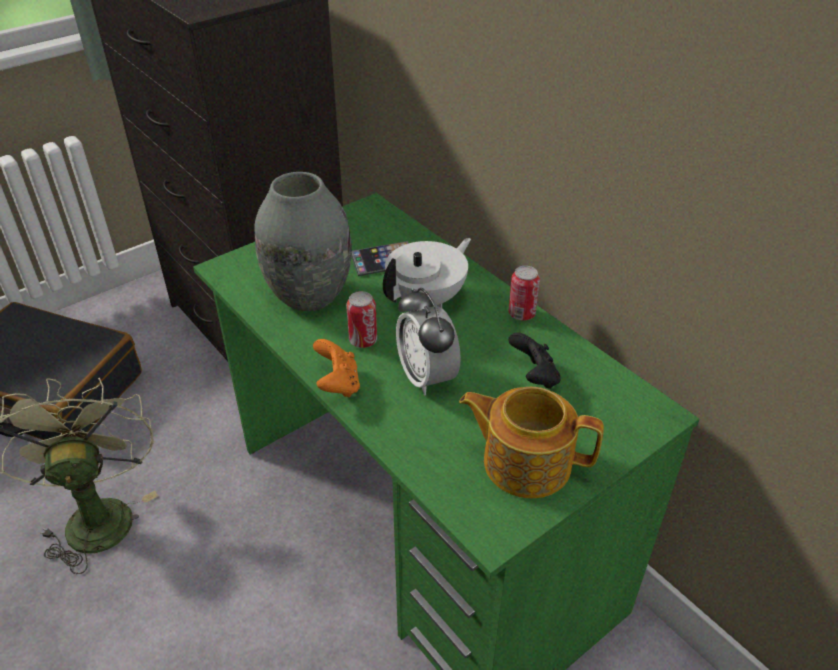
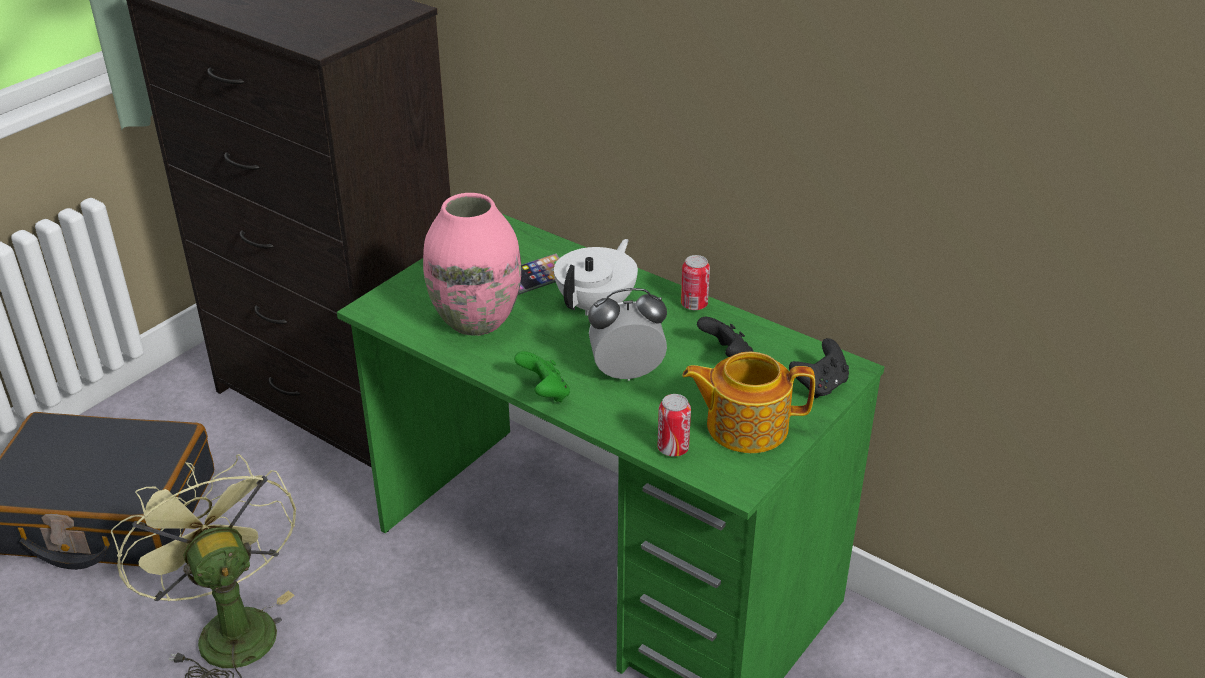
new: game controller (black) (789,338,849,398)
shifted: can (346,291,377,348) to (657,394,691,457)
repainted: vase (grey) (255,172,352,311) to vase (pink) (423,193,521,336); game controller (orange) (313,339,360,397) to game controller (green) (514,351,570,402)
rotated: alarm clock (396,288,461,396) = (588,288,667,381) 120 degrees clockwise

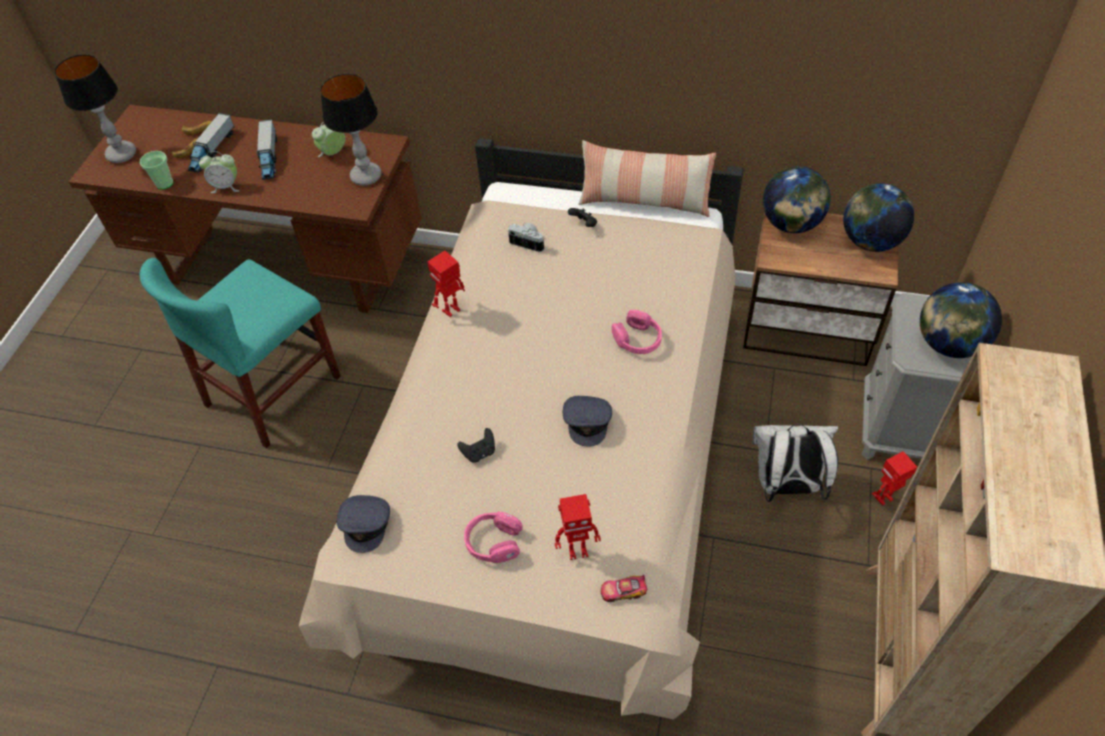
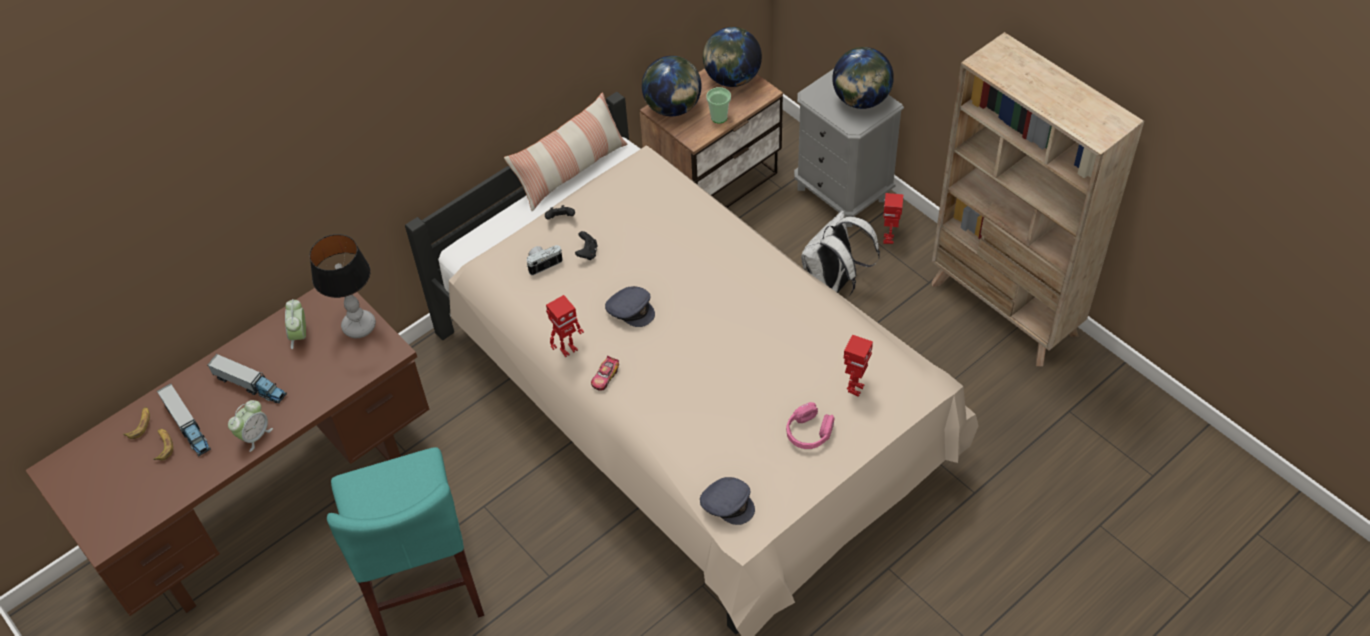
gone: table lamp (55,54,136,163); headphones (pink) (612,310,662,354)
shifted: cup (140,151,173,190) to (706,87,731,123); game controller (black) (457,428,495,463) to (575,231,597,260); cap (grey) (562,396,612,446) to (605,286,655,327); toy car (601,575,647,602) to (591,356,619,391)
rotated: toy robot (427,251,465,317) = (546,295,584,358) 120 degrees counterclockwise

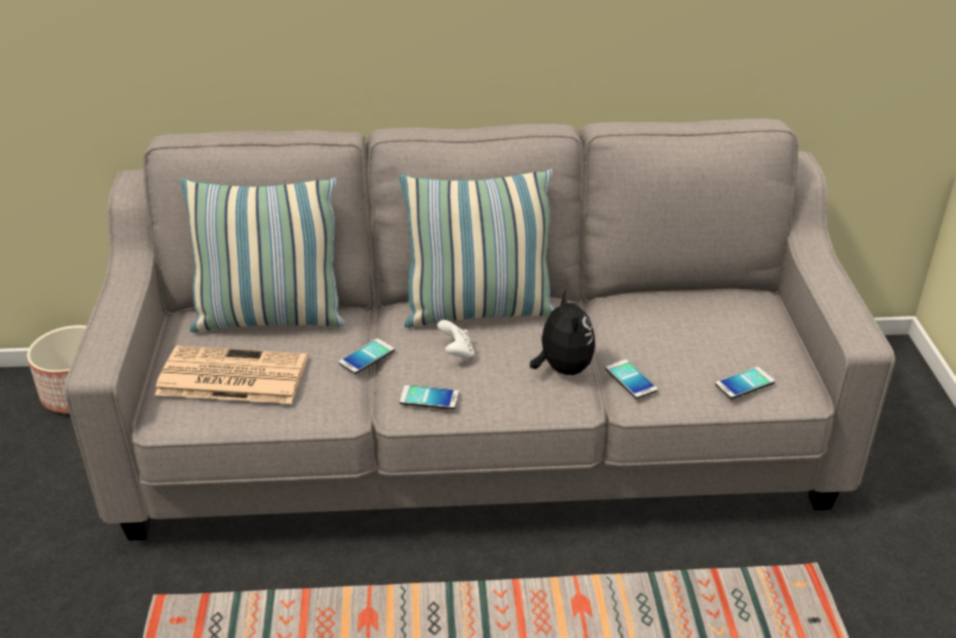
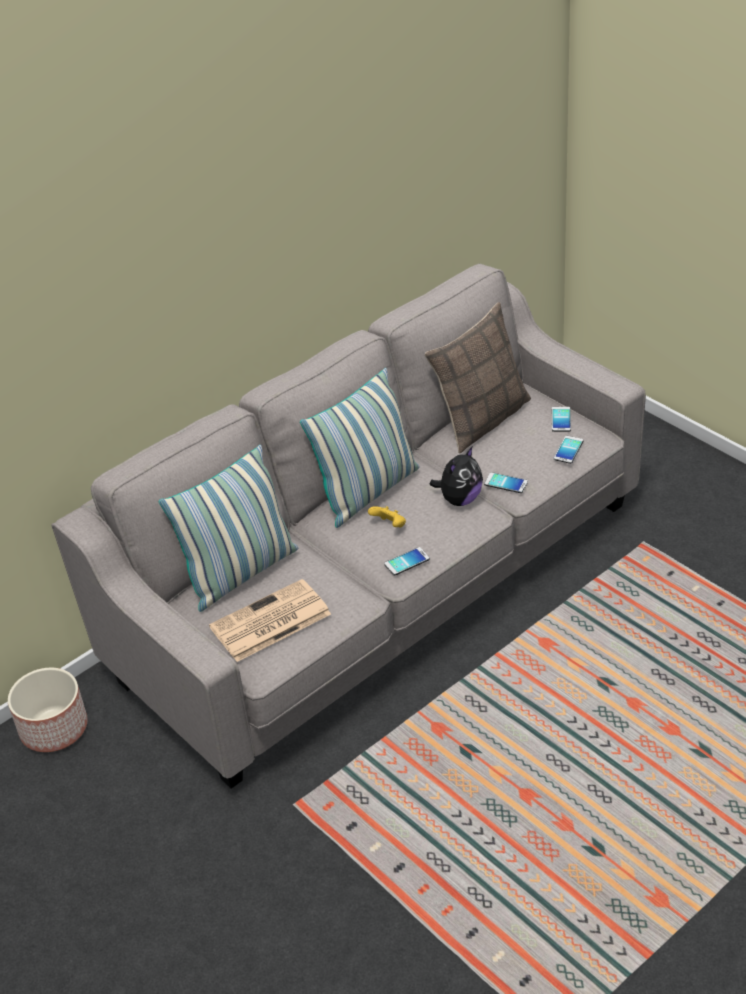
new: pillow (425,302,531,453)
shifted: phone (339,338,395,374) to (552,407,571,432)
repainted: game controller (white) (437,320,474,361) to game controller (yellow) (368,506,406,528)
rotated: plush toy (530,290,595,375) = (430,447,483,506) 90 degrees clockwise

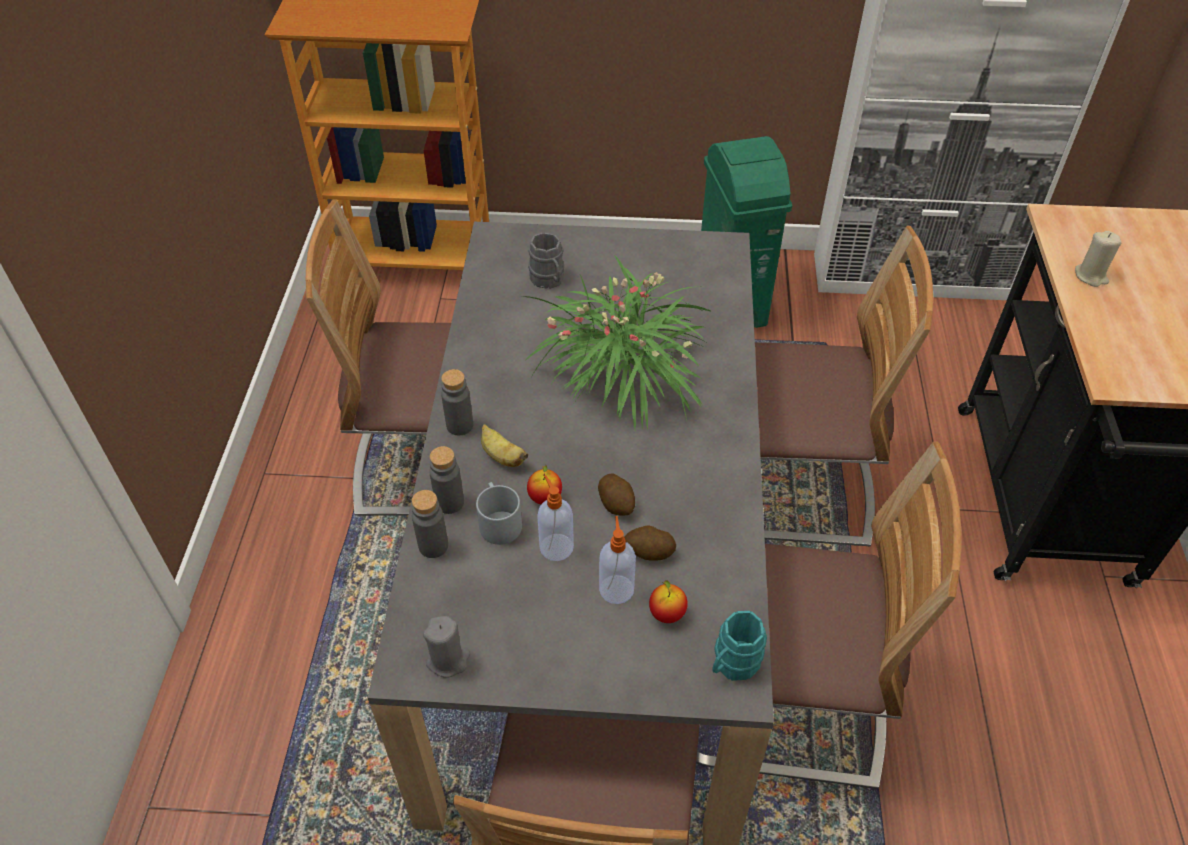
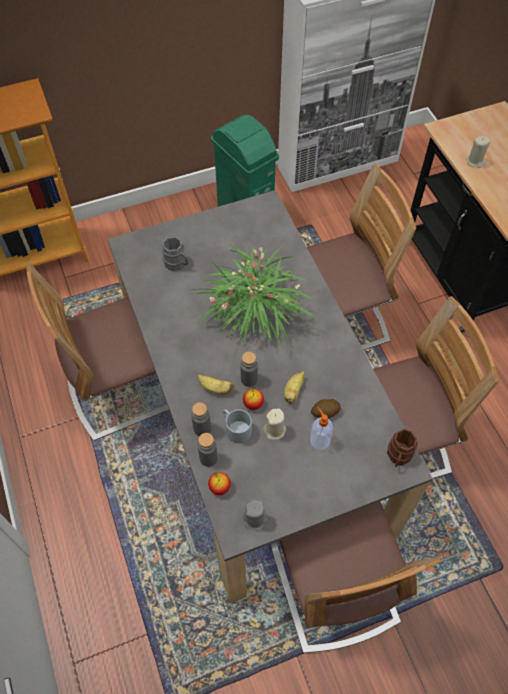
shifted: bottle (grey) (441,369,473,436) to (240,352,258,387); apple (649,580,688,623) to (208,472,231,495)
swapped: soap dispenser (537,475,574,561) to candle (beige) (263,408,286,440); potato (598,473,635,515) to banana (284,371,305,403)
repainted: mug (turquoise) (712,611,767,681) to mug (brown) (387,429,418,467)

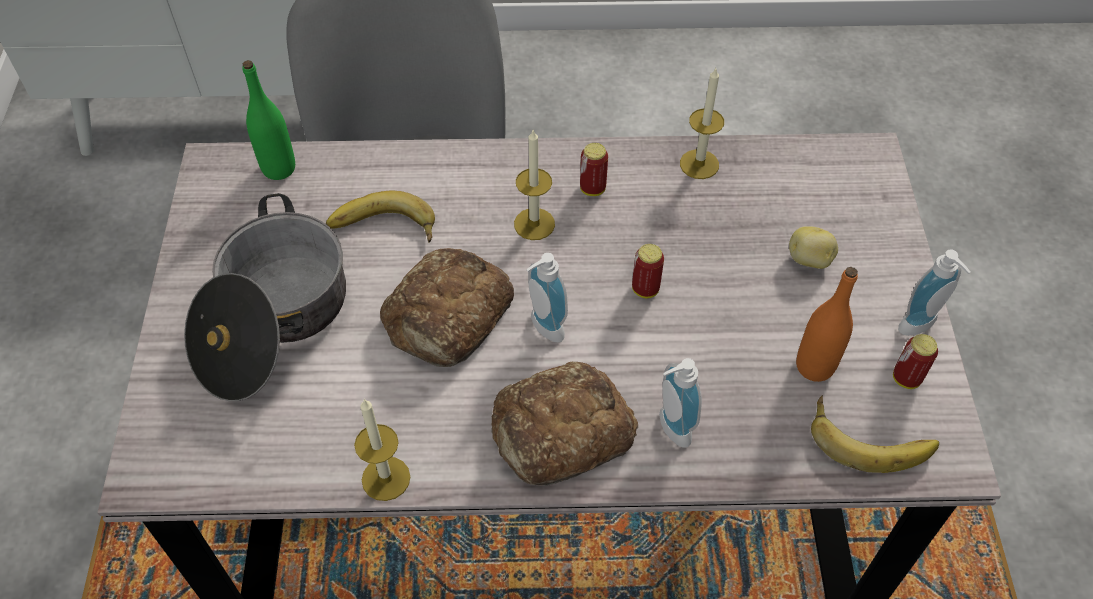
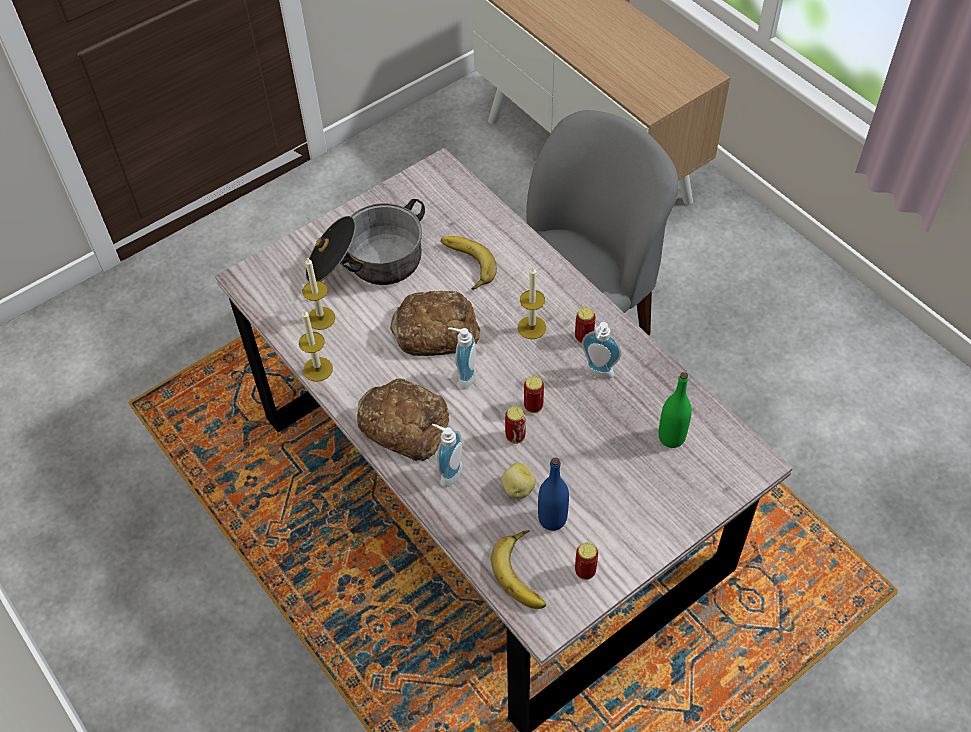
new: can (505,406,526,444)
shifted: bottle (green) (243,60,295,180) to (658,372,692,448); candle (680,68,724,179) to (302,257,335,330); potato (789,227,838,269) to (501,463,536,498); soap dispenser (898,250,970,336) to (582,322,621,379)
repainted: bottle (orange) (796,267,858,382) to bottle (blue) (538,457,569,531)

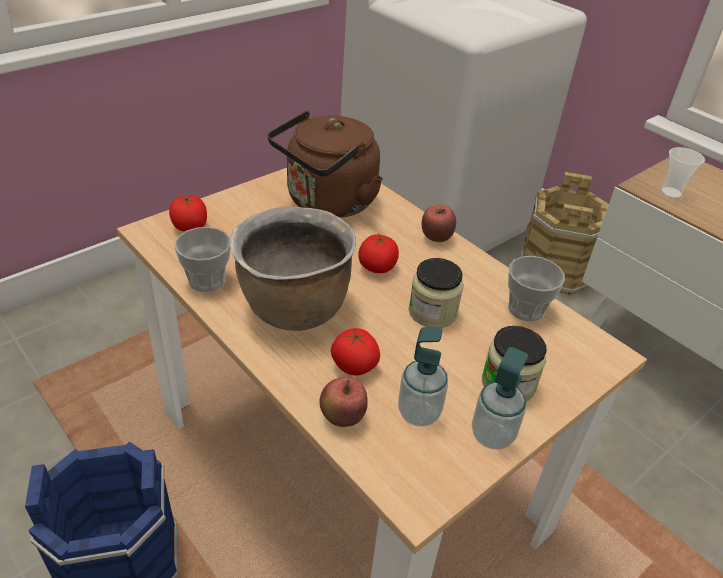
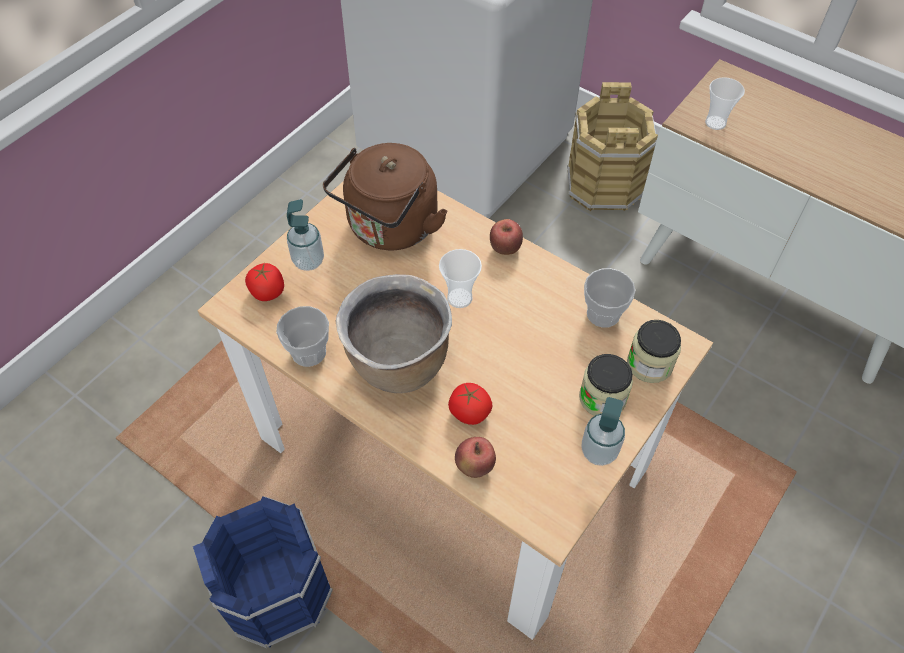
shifted: soap dispenser (398,327,448,427) to (287,199,324,271); jar (409,258,463,328) to (627,320,681,383)
swapped: tomato (358,234,399,273) to cup (439,249,482,308)

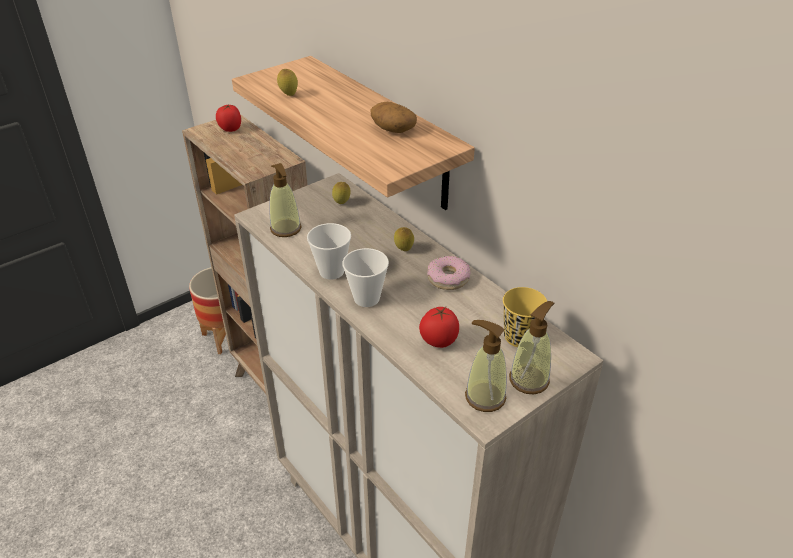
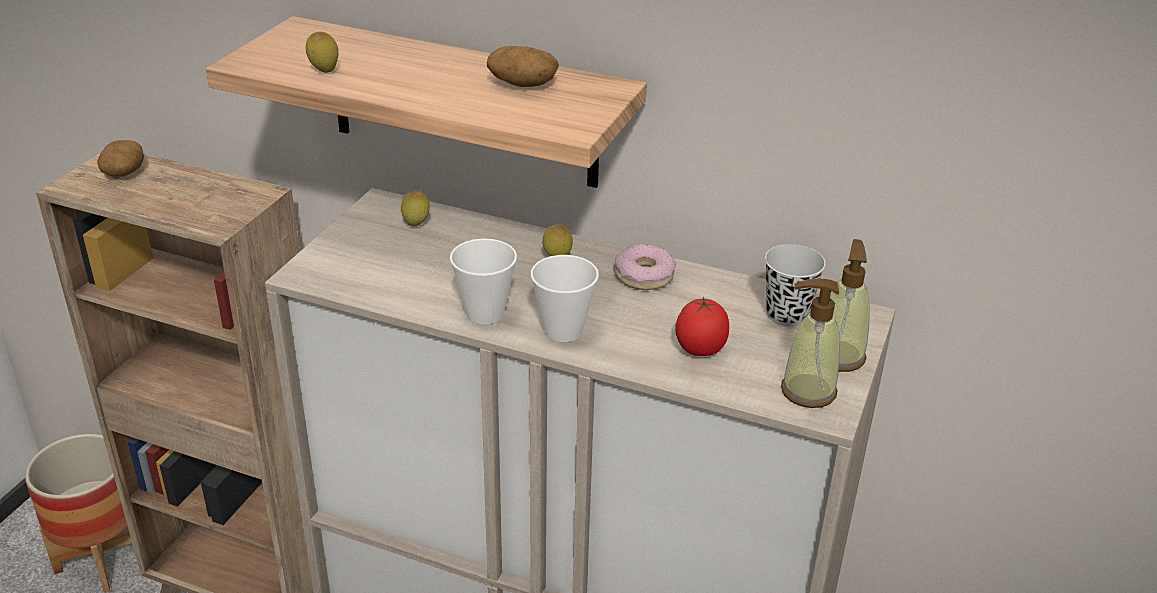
gone: soap dispenser (269,163,302,237)
swapped: tomato (216,104,241,132) to potato (98,140,144,177)
repainted: cup (yellow) (503,287,547,347) to cup (black) (765,244,826,327)

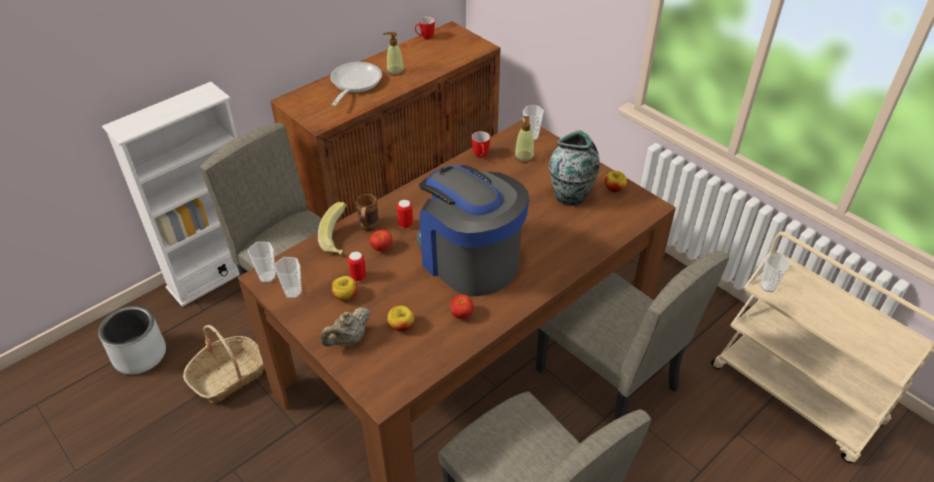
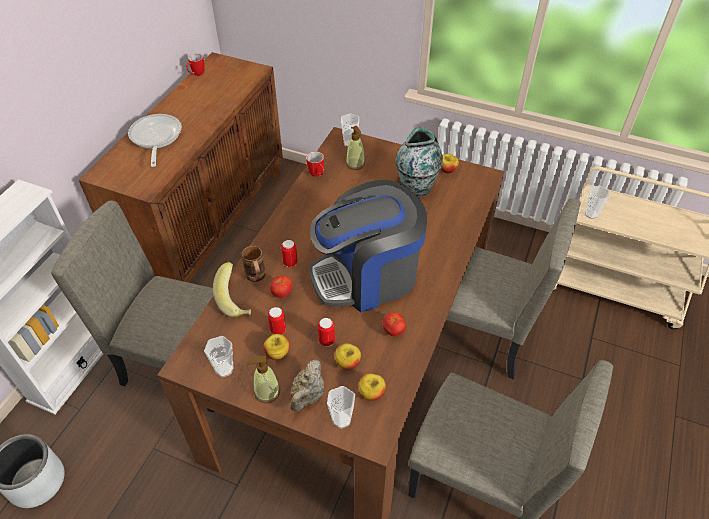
gone: basket (183,325,264,404)
new: can (318,318,335,346); apple (358,373,386,400)
shifted: cup (247,242,276,283) to (327,386,355,429); soap dispenser (383,32,404,76) to (246,356,280,403)
rotated: coffee machine (416,165,529,297) = (309,180,427,313) 45 degrees counterclockwise

